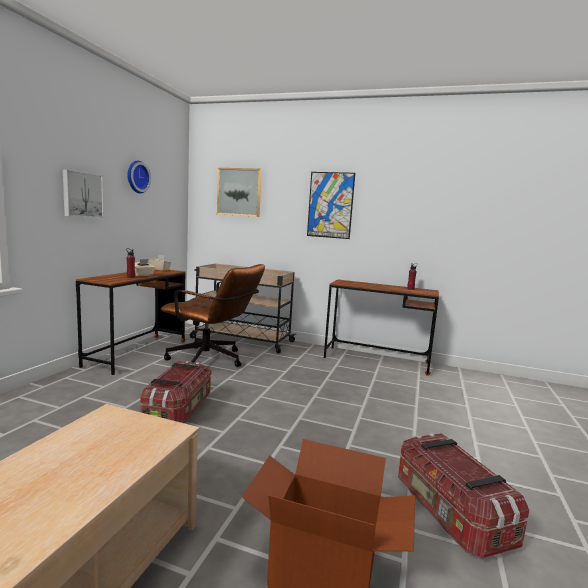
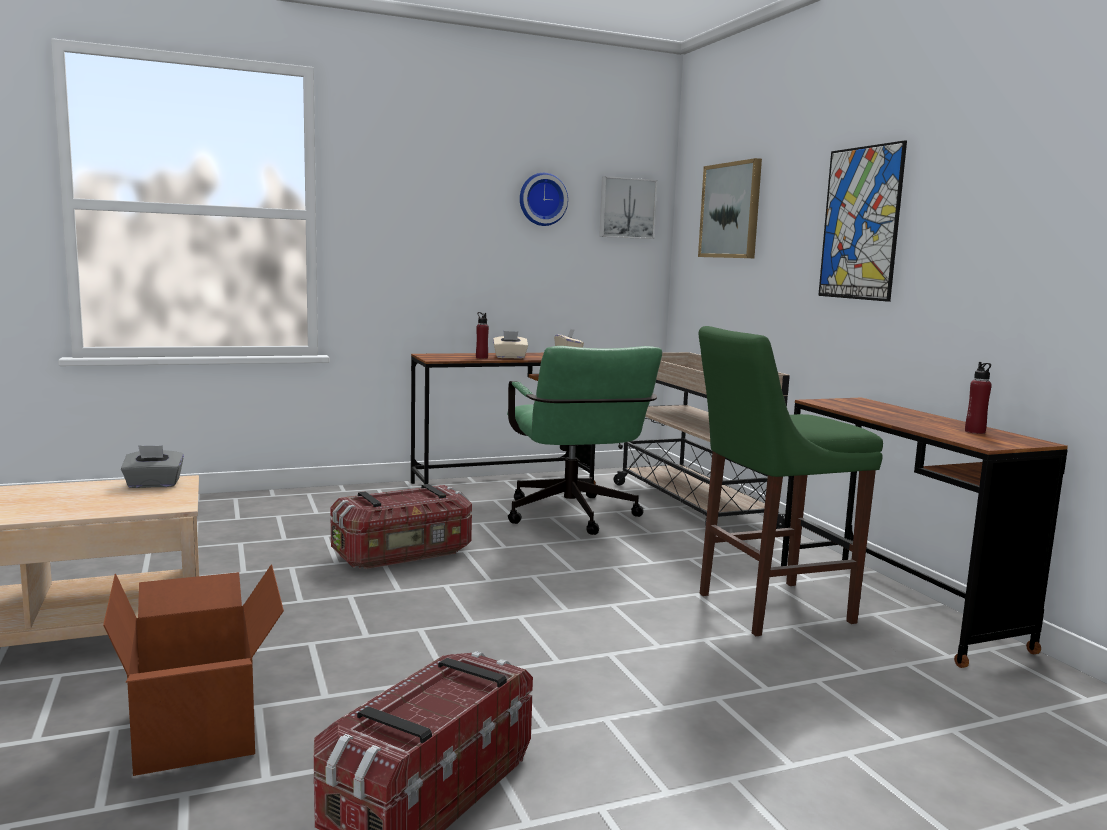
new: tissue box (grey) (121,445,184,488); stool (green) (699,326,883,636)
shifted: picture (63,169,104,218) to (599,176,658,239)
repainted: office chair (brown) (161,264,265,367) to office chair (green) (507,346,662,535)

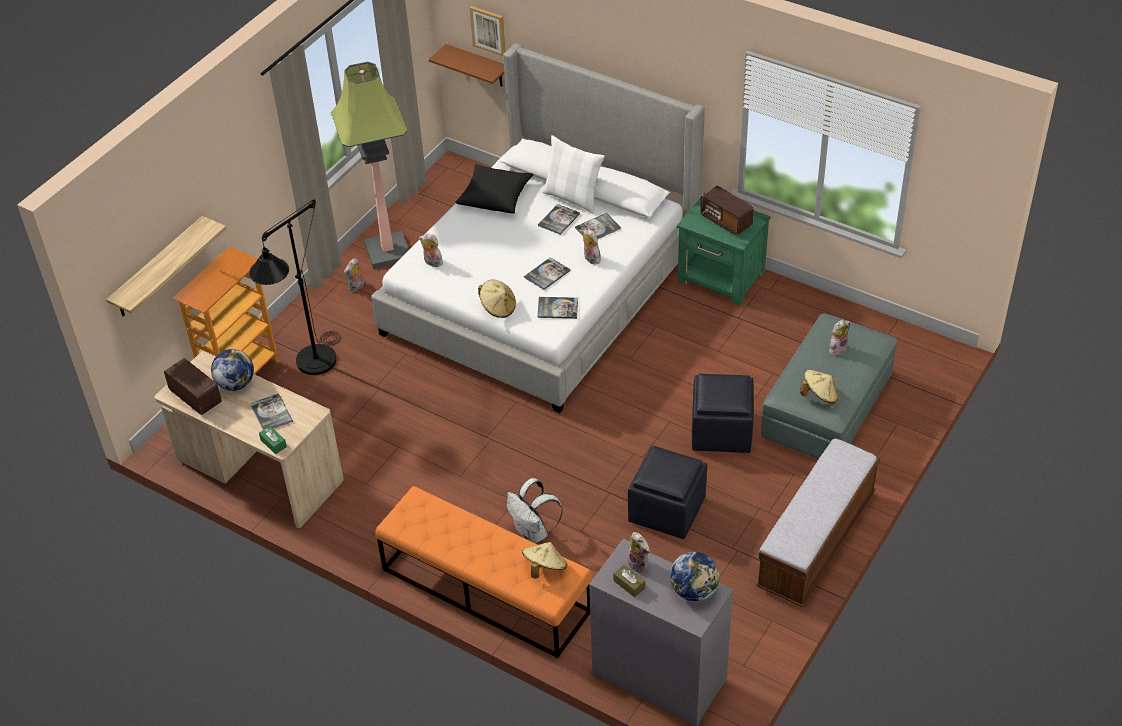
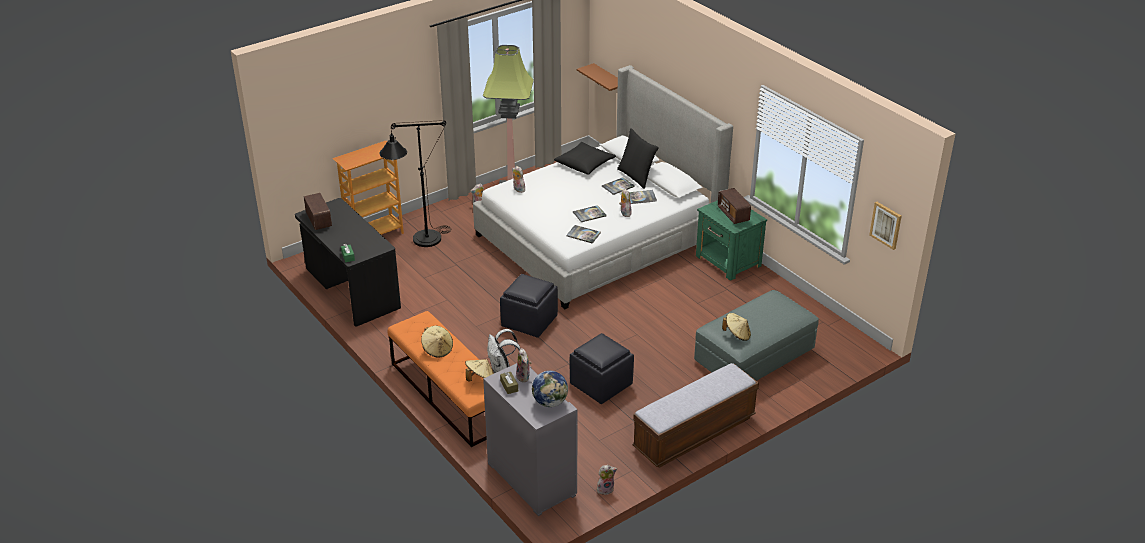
gone: shelf (106,216,227,316); globe (211,349,254,391); book (250,393,293,430)
shifted: picture (470,6,506,56) to (869,202,902,250); hat (beige) (478,280,516,318) to (421,326,453,358); ottoman (black) (692,374,754,453) to (500,274,558,338); plush toy (829,320,850,356) to (597,465,617,495)
repainted: desk (beige) (155,351,344,528) to desk (black) (295,198,401,326); pillow (white) (542,135,605,214) to pillow (black) (617,128,659,189)

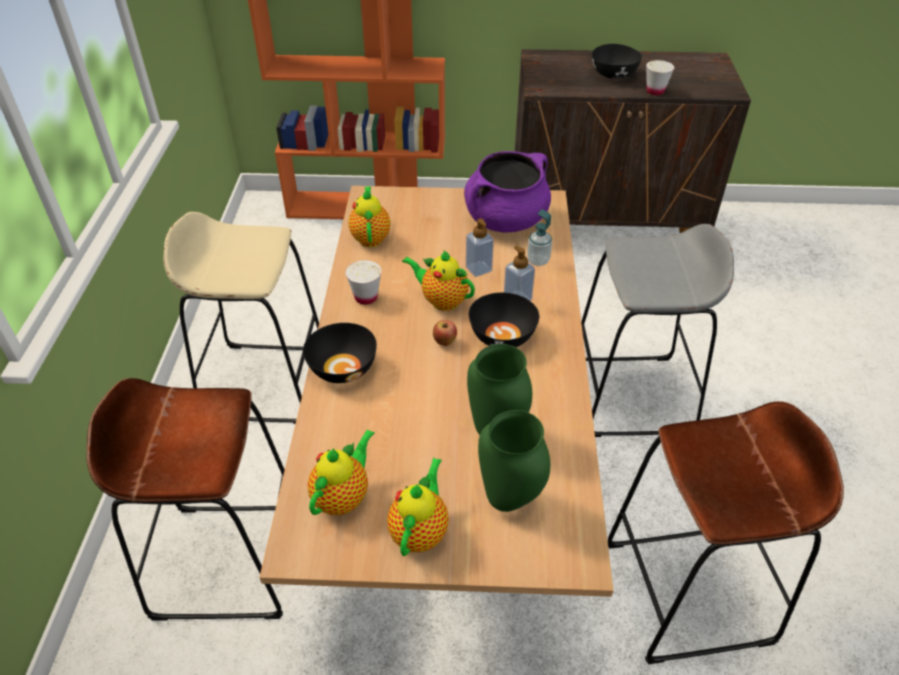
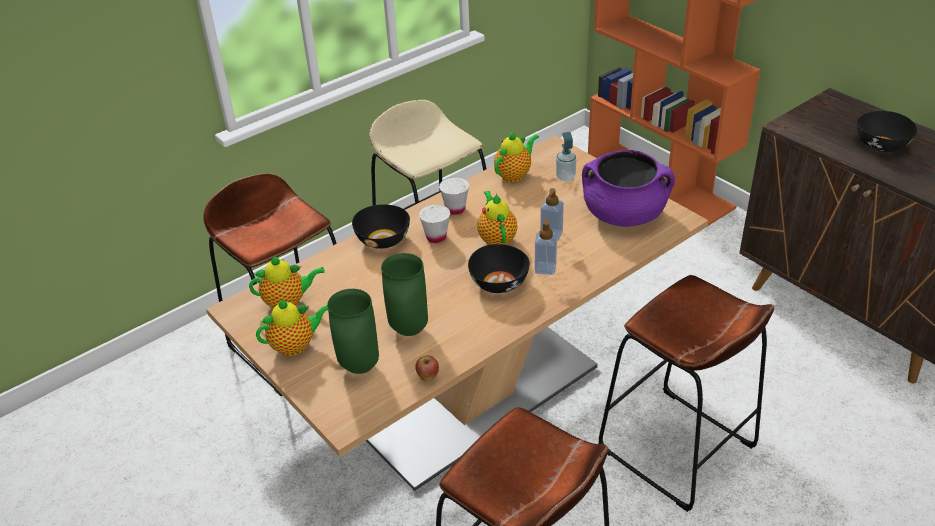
shifted: apple (433,320,457,346) to (415,356,439,381); soap dispenser (527,209,552,266) to (556,132,576,181); cup (white) (646,60,674,95) to (419,204,450,243)
repainted: stool (grey) (581,224,734,437) to stool (brown) (598,275,774,512)

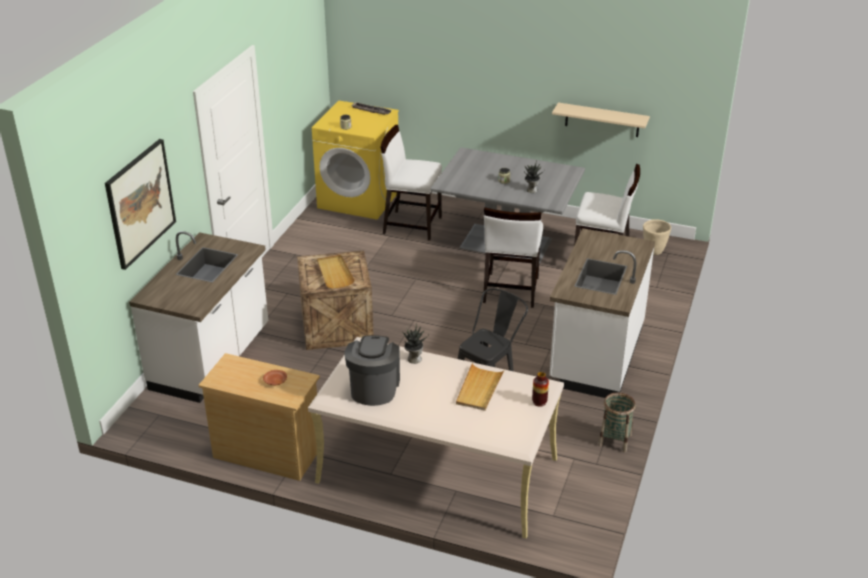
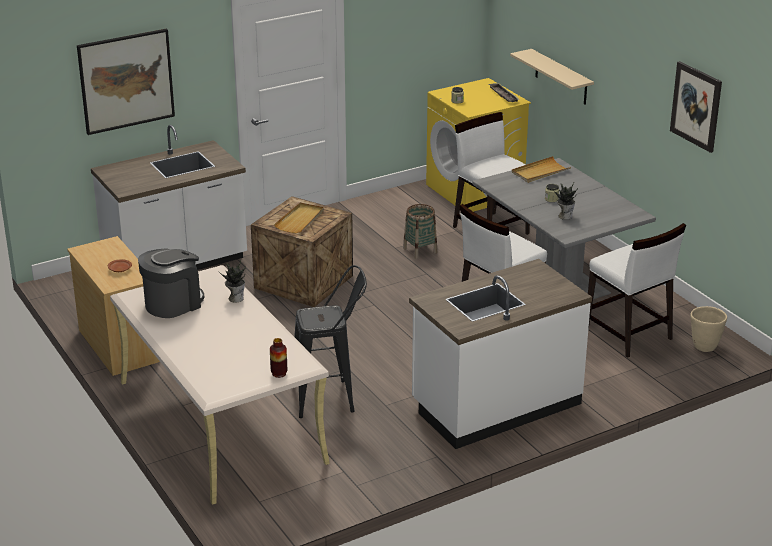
new: picture (670,61,722,153)
shifted: tray (beige) (456,363,505,411) to (512,156,571,183); shelf (beige) (552,102,650,137) to (510,49,594,105); basket (598,392,636,453) to (403,204,437,259)

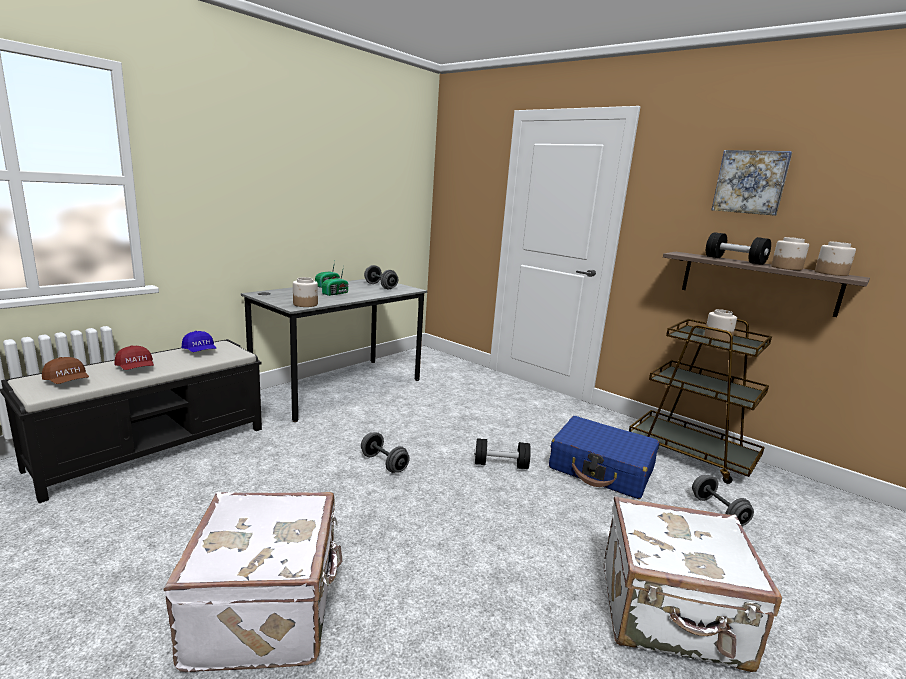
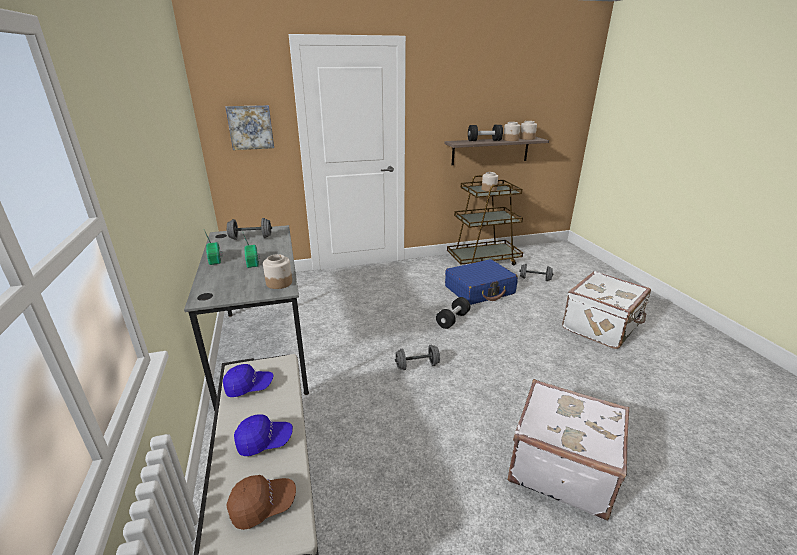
shifted: picture (711,150,792,216) to (226,105,274,150)
repainted: cap (red) (115,345,154,370) to cap (blue) (234,415,293,456)

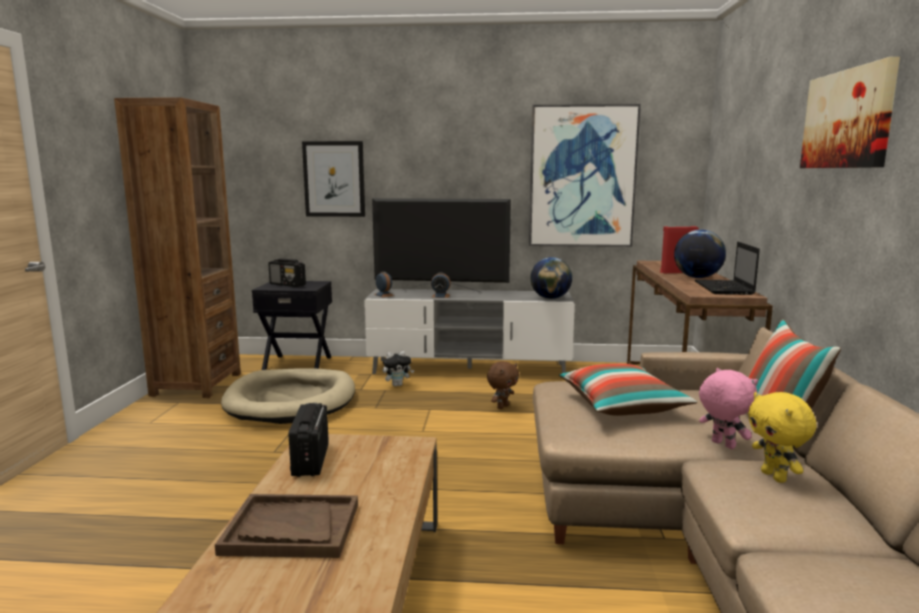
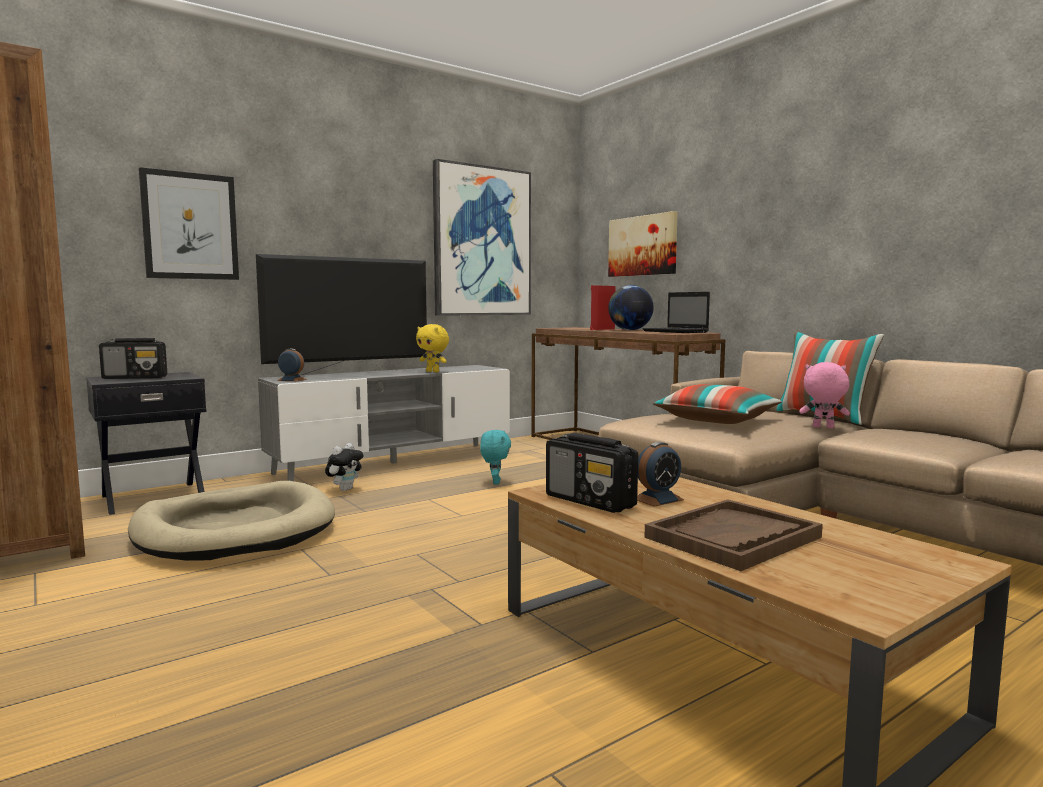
gone: globe (530,257,572,299)
shifted: alarm clock (431,272,451,298) to (637,442,684,507); plush toy (yellow) (748,392,816,483) to (416,324,449,372); picture (800,57,900,168) to (608,211,678,277)
repainted: plush toy (brown) (487,361,519,409) to plush toy (turquoise) (480,430,511,485)

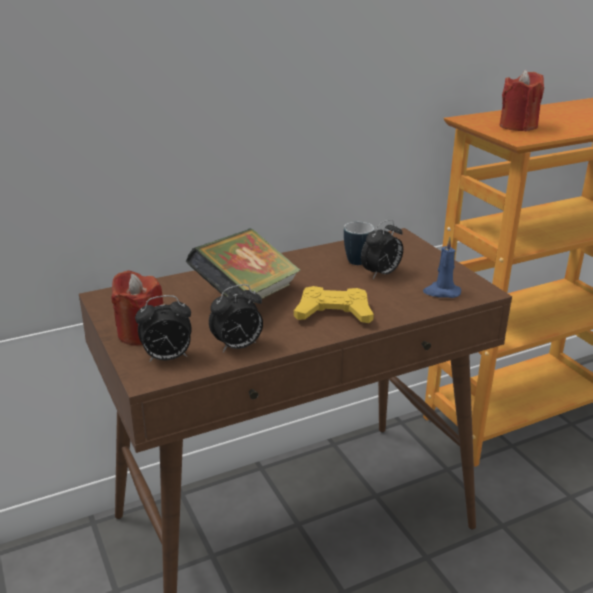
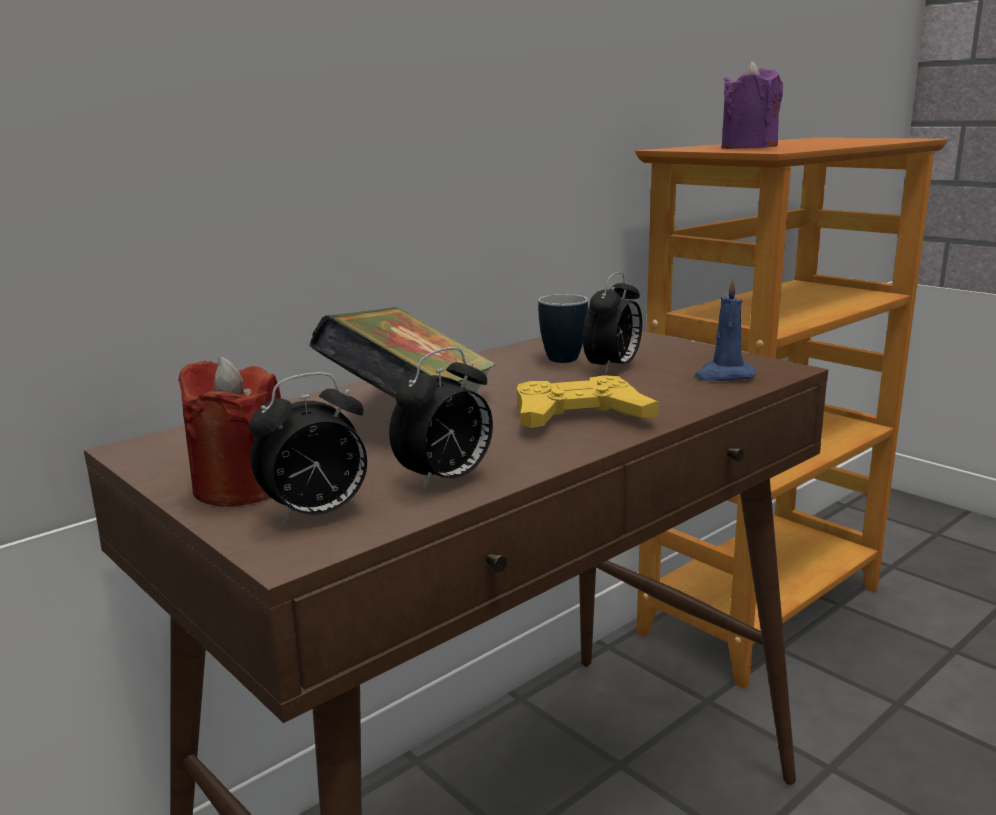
repainted: candle (red) (500,70,544,131) to candle (purple) (722,61,783,149)

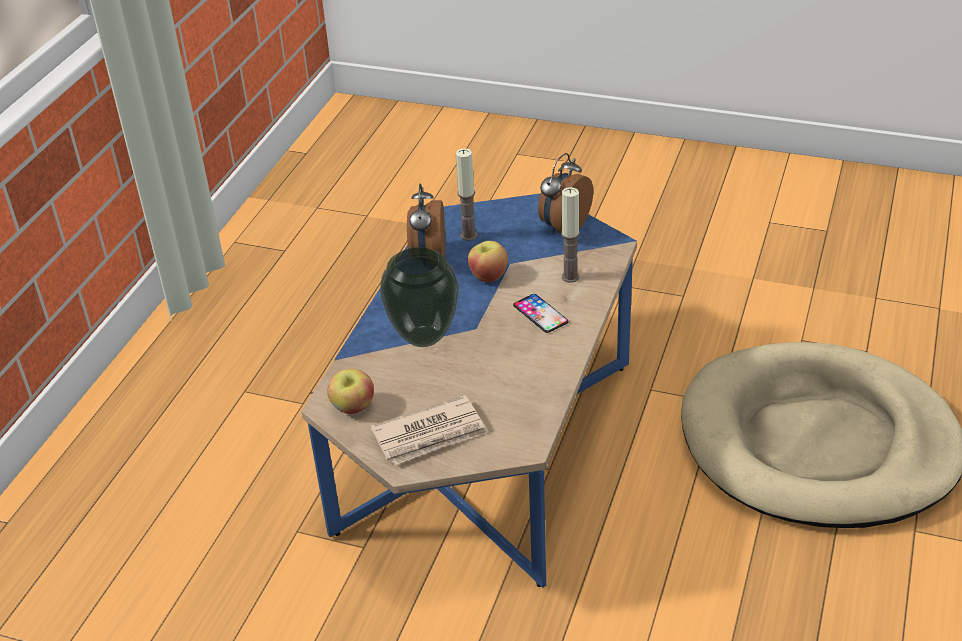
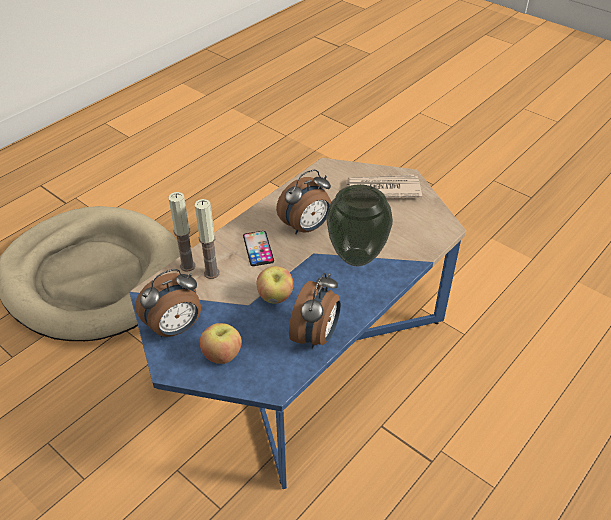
new: alarm clock (276,170,331,234)
shifted: apple (327,369,374,414) to (200,323,242,364); candle (456,148,477,241) to (168,192,195,272)

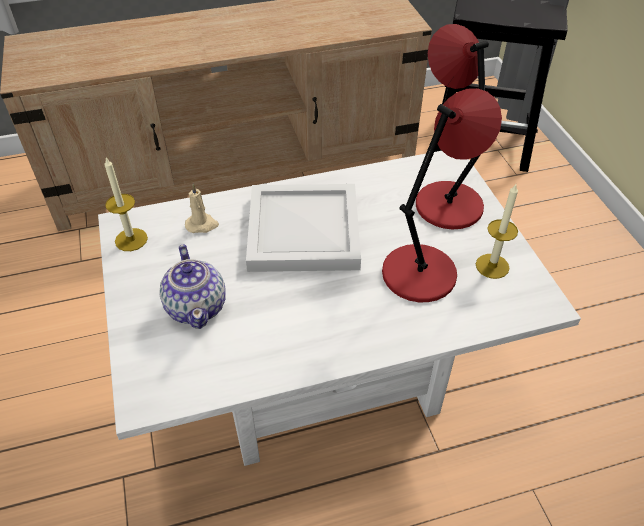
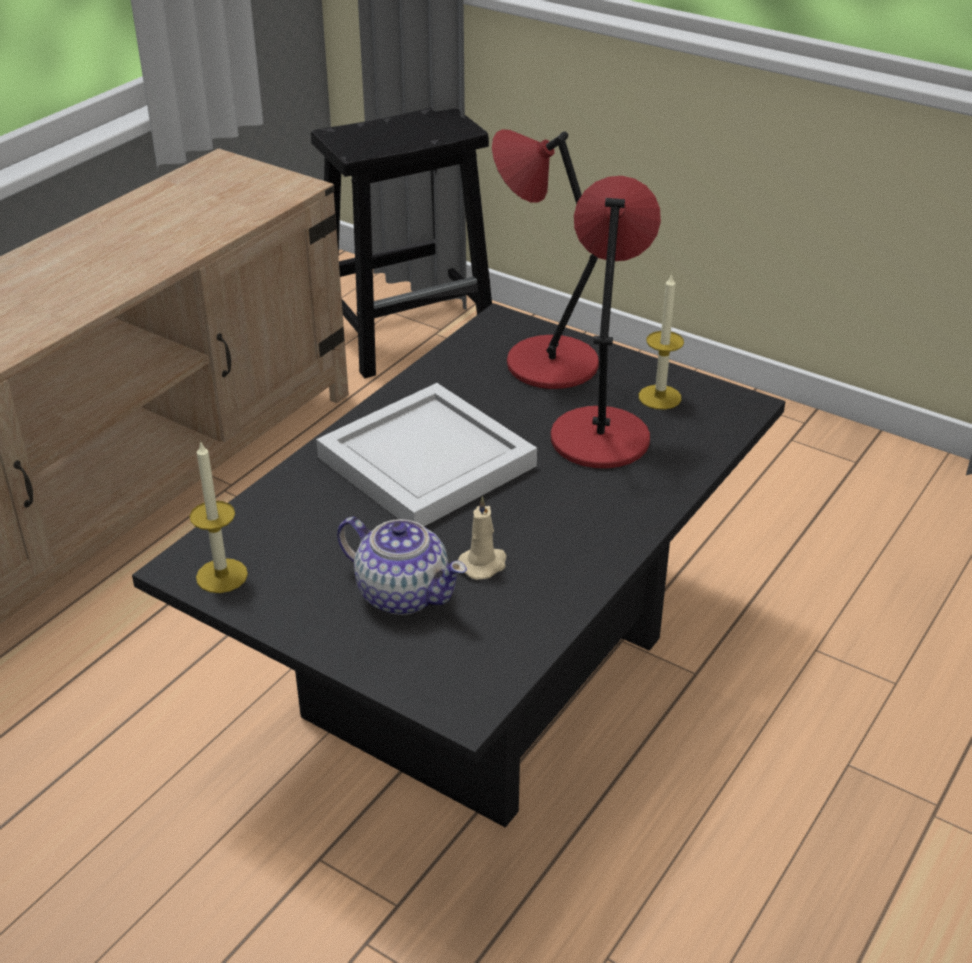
shifted: candle (beige) (185,184,219,233) to (458,496,507,580)
repainted: coffee table (white) (98,151,581,466) to coffee table (black) (132,303,785,827)

